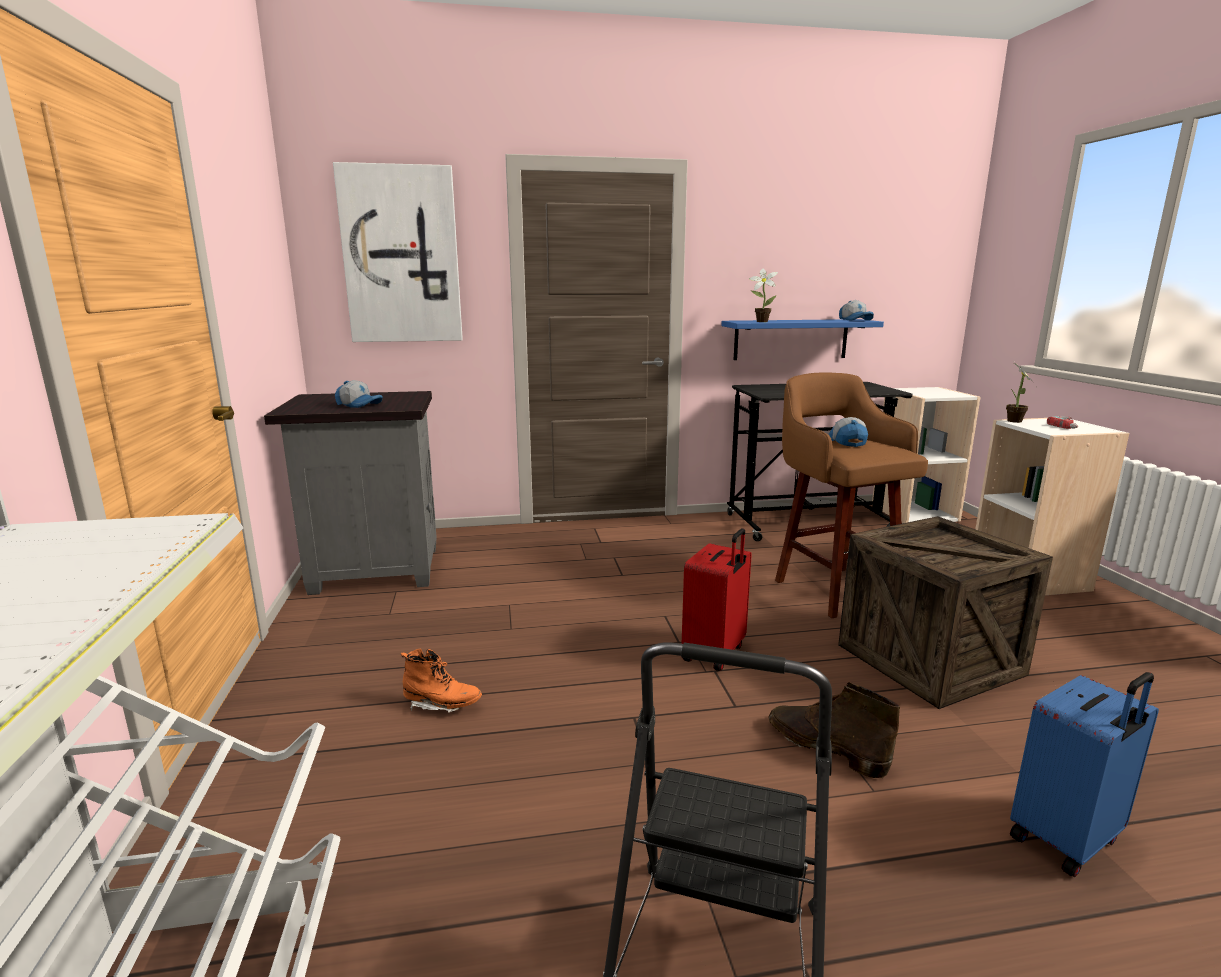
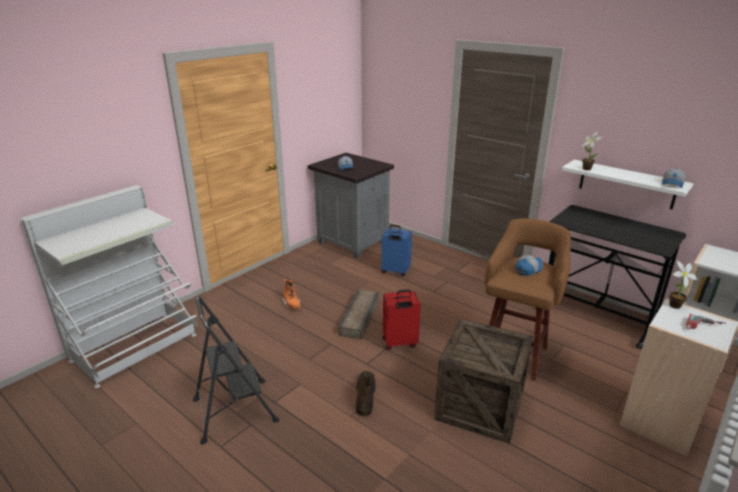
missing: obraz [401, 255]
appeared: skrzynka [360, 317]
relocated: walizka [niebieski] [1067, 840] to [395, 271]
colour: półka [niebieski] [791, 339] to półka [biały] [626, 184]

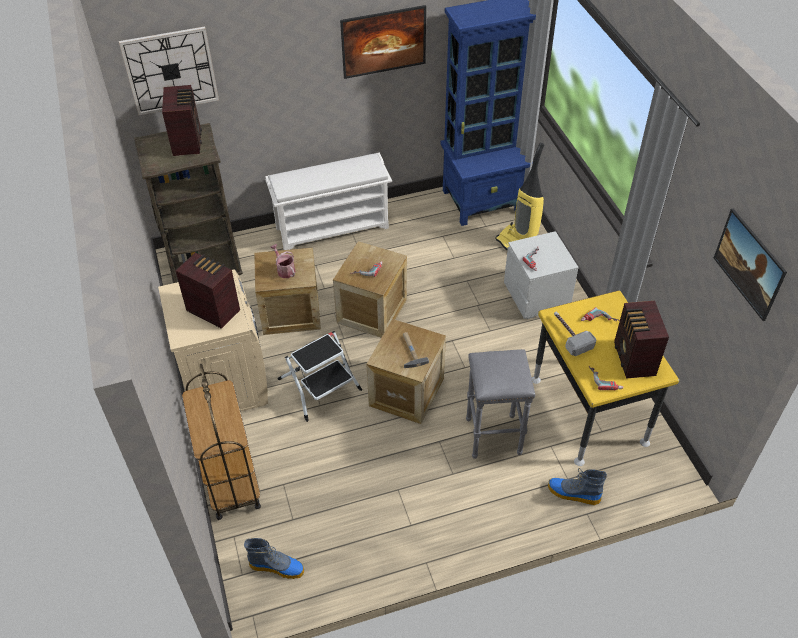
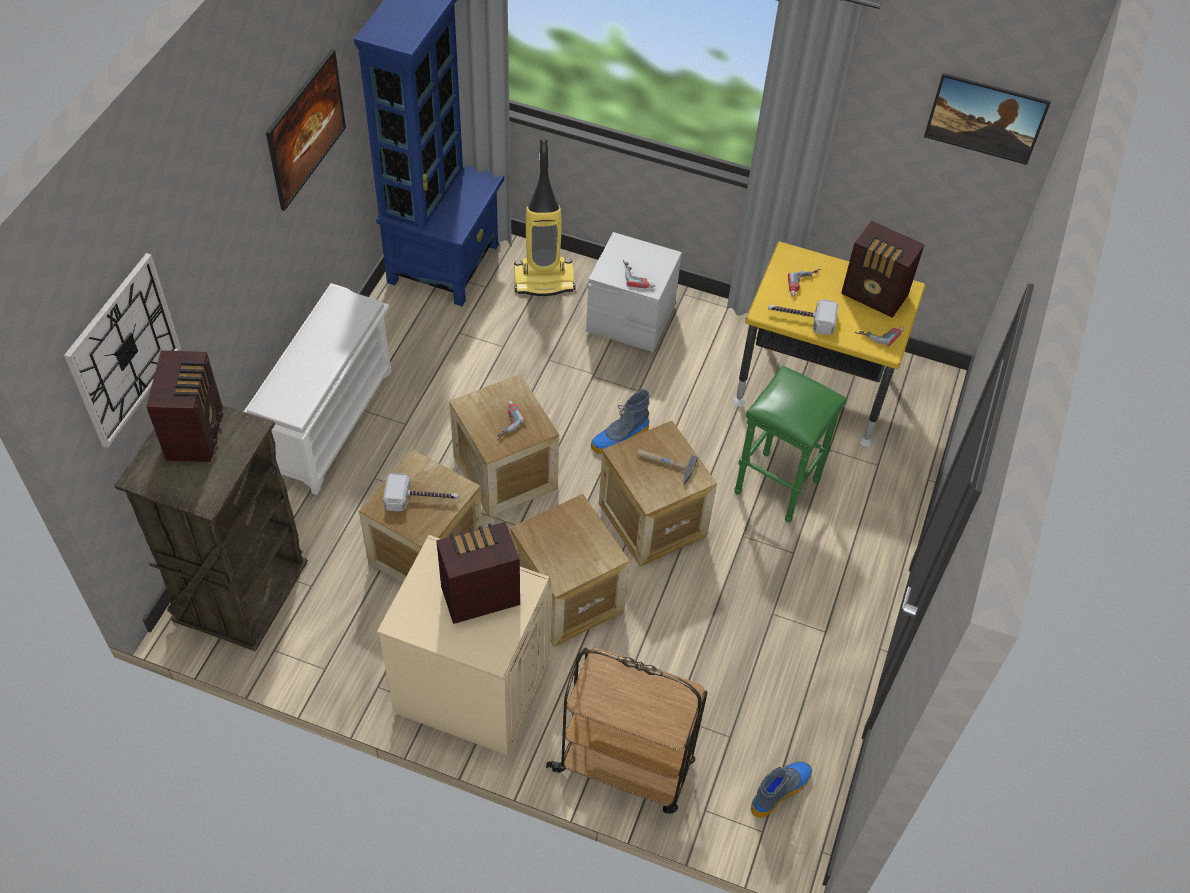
relocated: but z cholewką [573, 493] to [620, 438]
exchanged: konewka [284, 270] to młotek [422, 499]; drabinka [318, 386] to skrzynka [567, 595]
colour: stołek [szary] [492, 435] to stołek [zielony] [774, 486]
spun: radio [187, 141] = [197, 432] 60 degrees clockwise

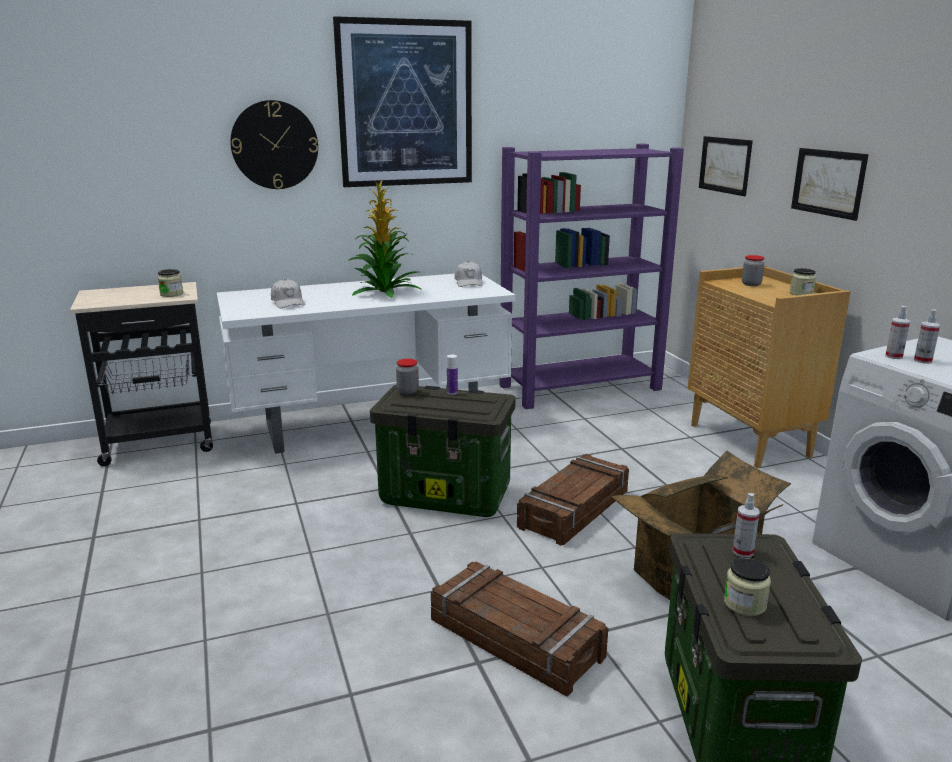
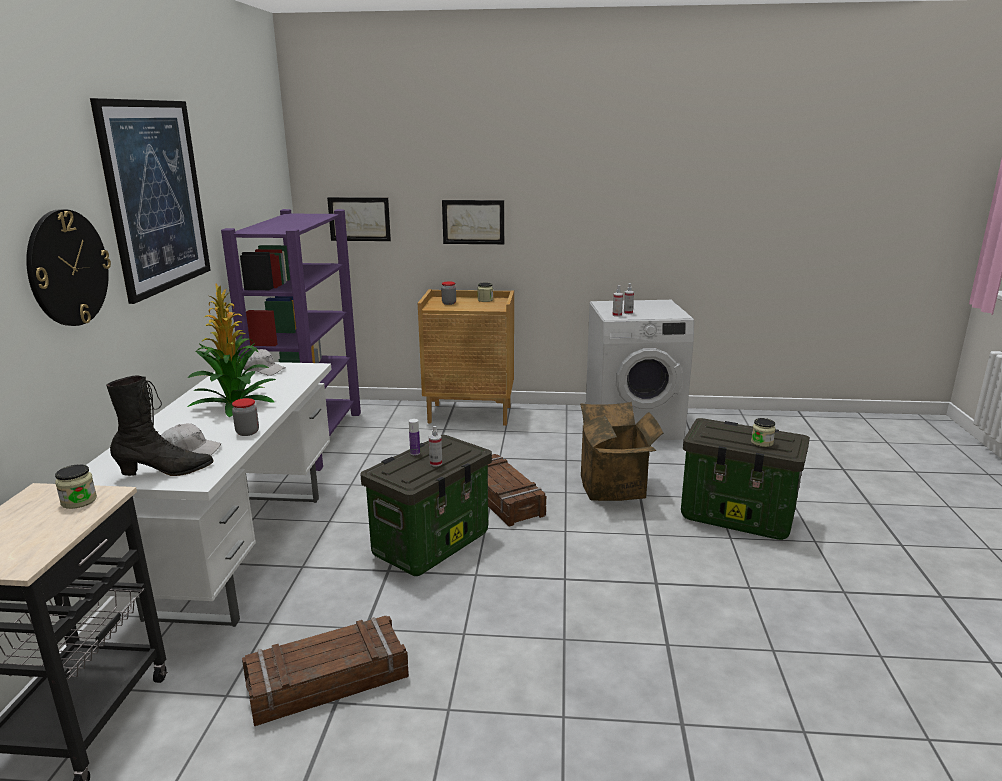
appeared: but z cholewką [czarny] [166, 472]
relocated: słoik [408, 391] to [247, 432]; spryskiwacz [742, 551] to [436, 463]; skrzynka [516, 638] to [327, 680]

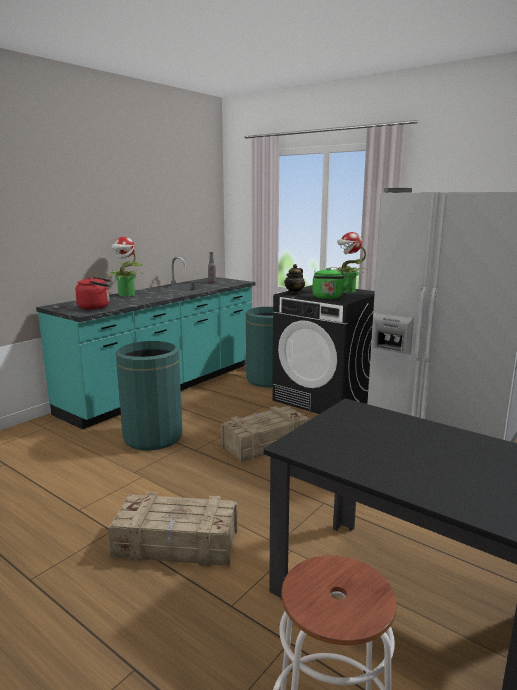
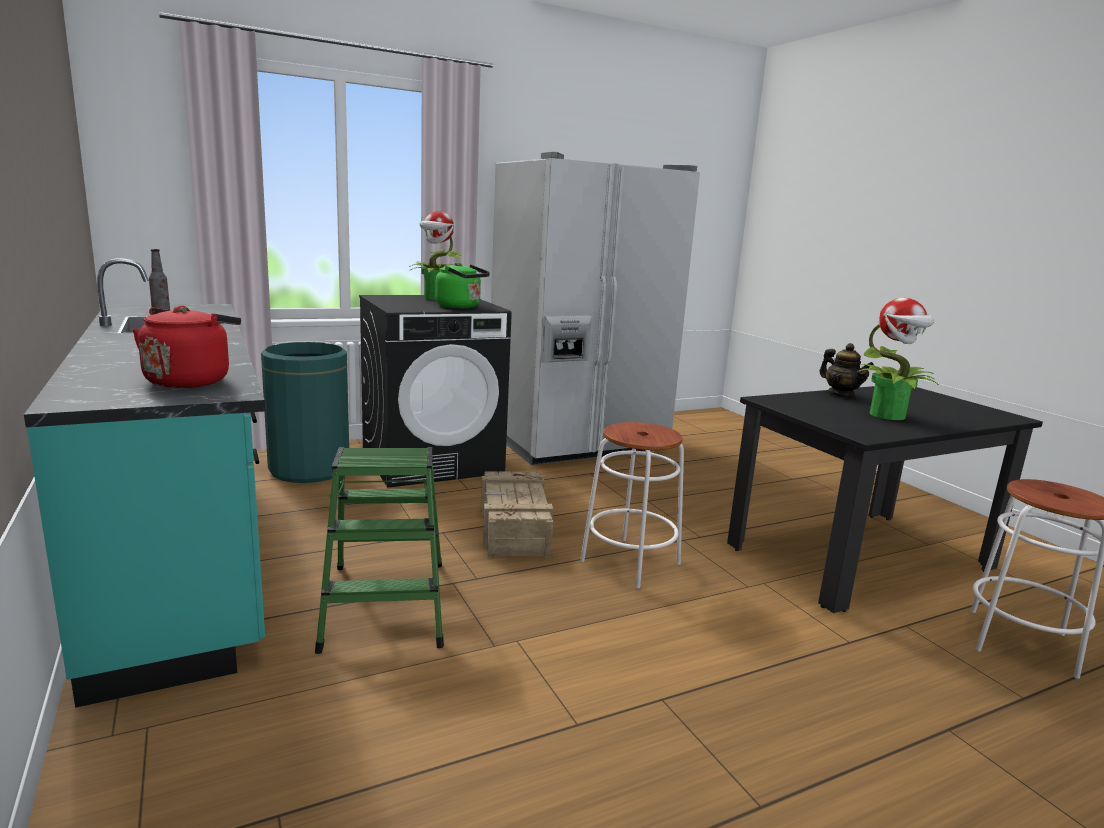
missing: skrzynka [177, 544]
appeared: stołek [biały] [630, 562]
relocated: roślina doniczkowa [126, 294] to [888, 415]; imbryk [294, 293] to [841, 395]
exchanged: kosz na śmieci [zielony] [153, 437] to drabinka [zielony] [385, 603]

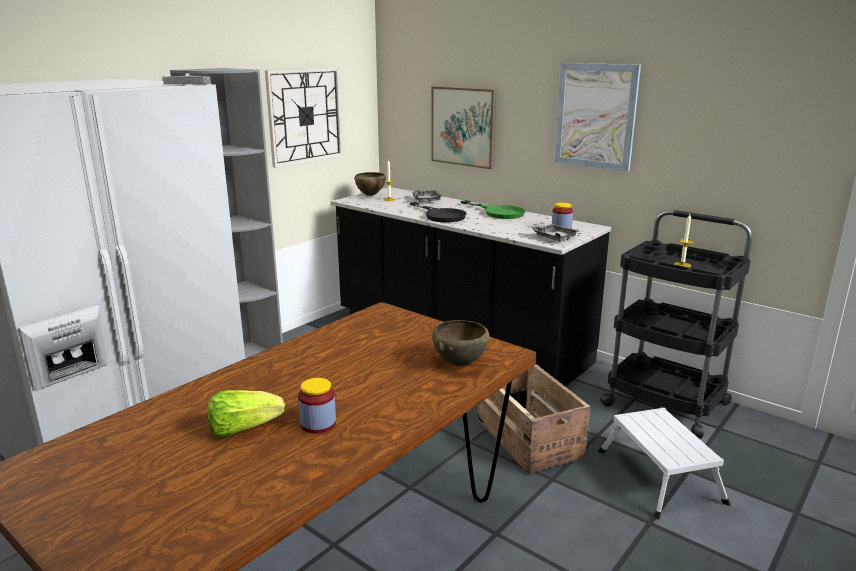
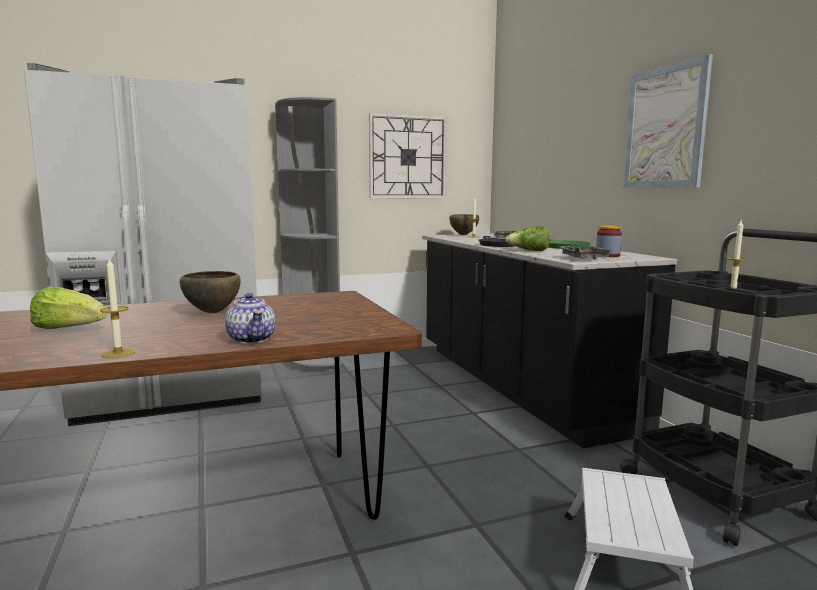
missing: obraz [464, 126]; skrzynka [528, 437]; słoik [318, 424]
appeared: sałata [529, 251]; świeca [118, 353]; imbryk [252, 339]
relocated: miska [brązowy] [460, 364] to [213, 312]

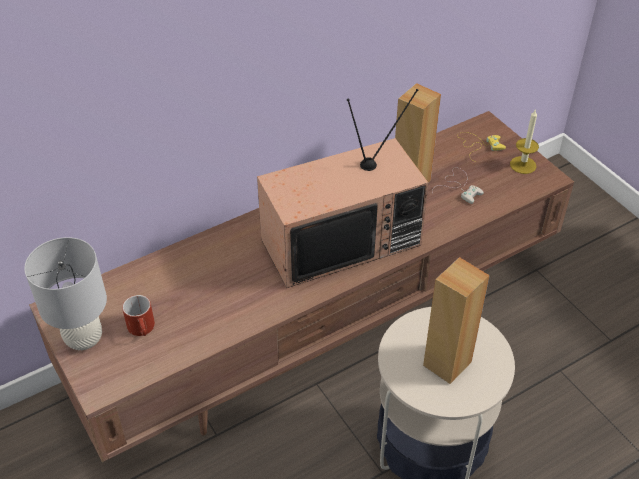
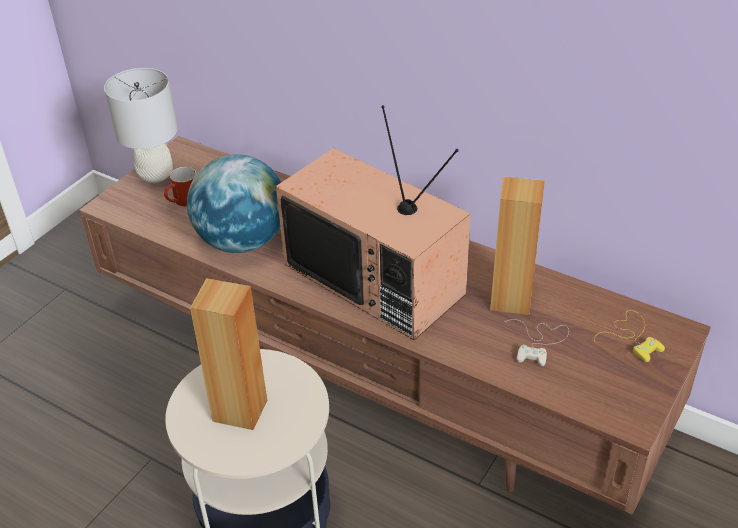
missing: świeca [523, 165]
appeared: globus [242, 241]

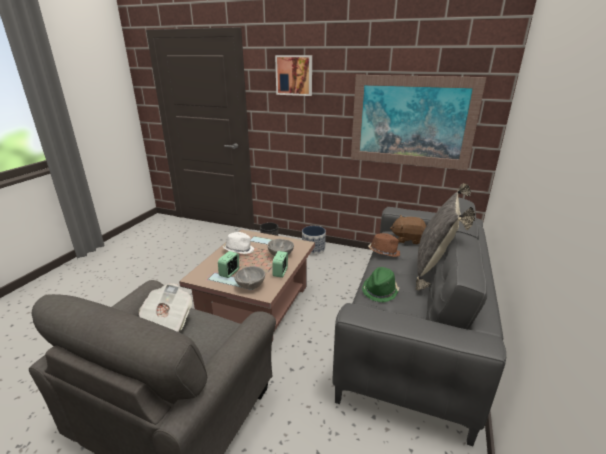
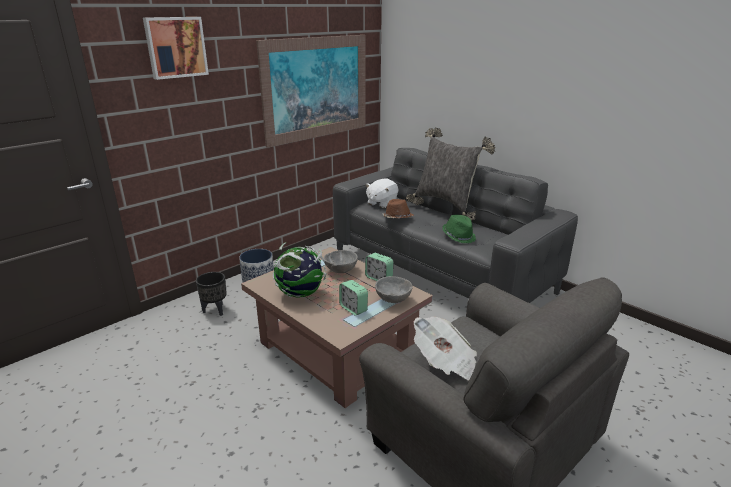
exchanged: kapelusz [biały] [238, 250] to globus [300, 294]
colour: pluszak [brązowy] [407, 239] to pluszak [biały] [381, 203]

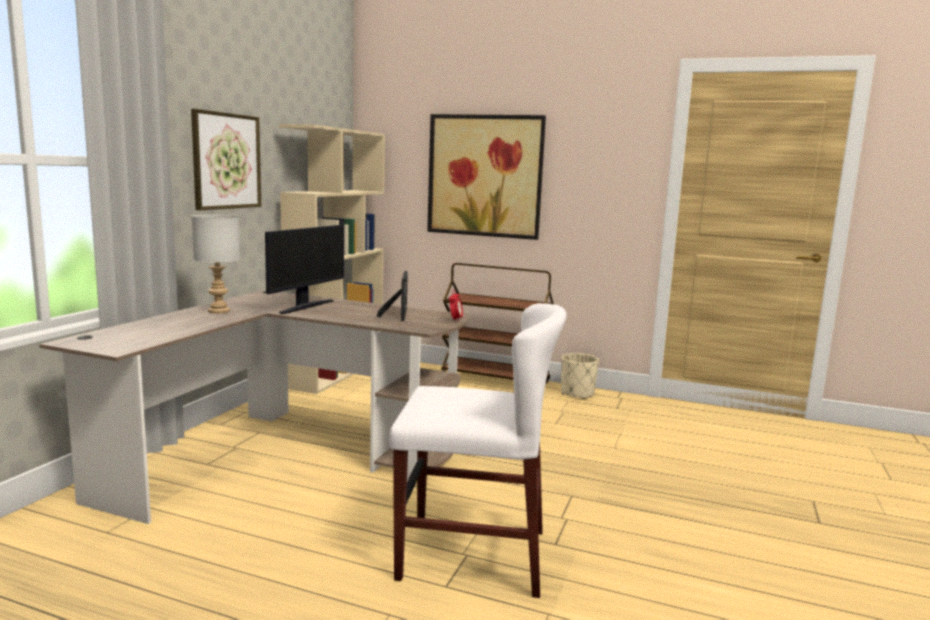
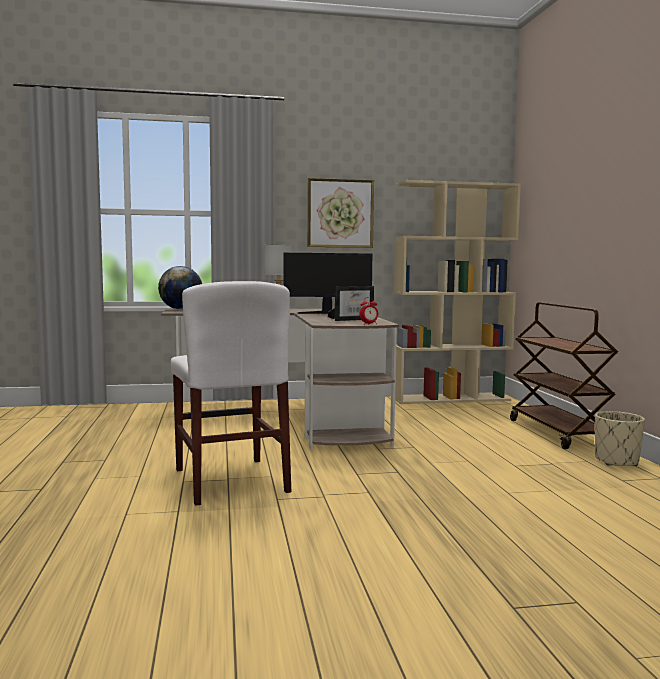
missing: obraz [485, 176]
appeared: globus [181, 309]

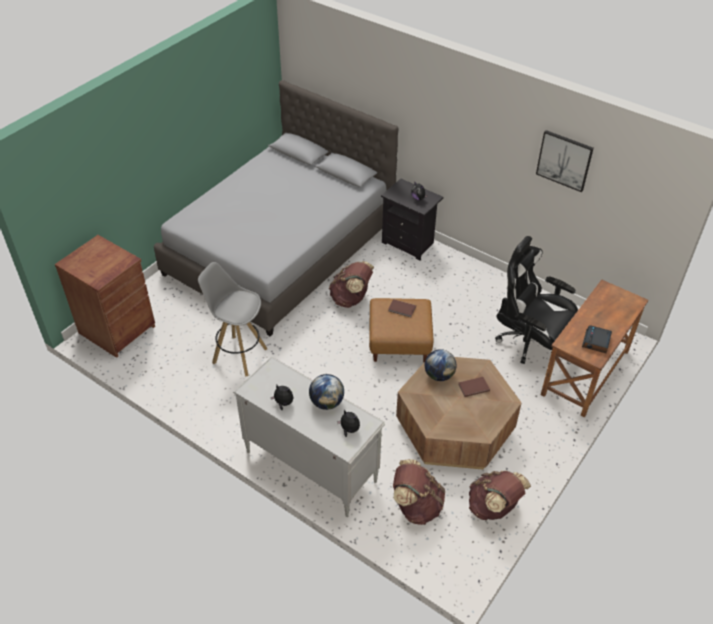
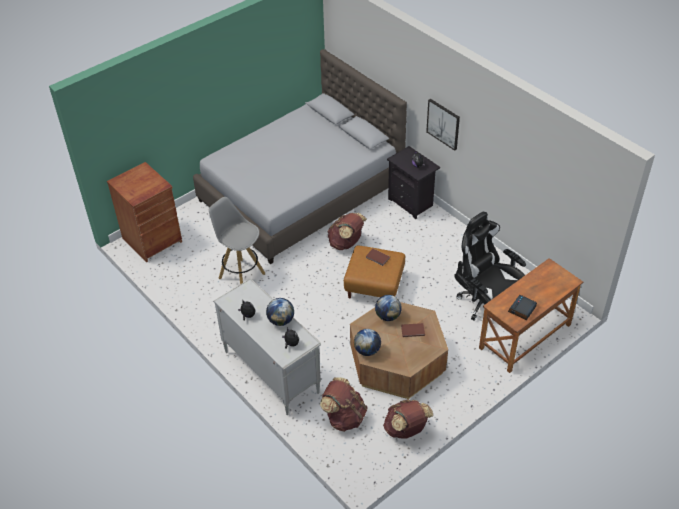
appeared: globus [367, 350]
relocated: obraz [564, 160] to [443, 124]

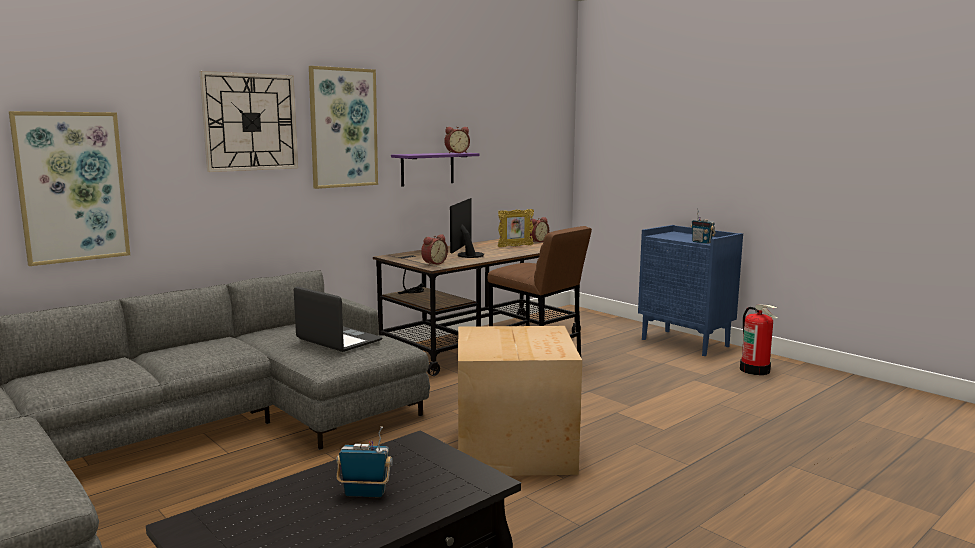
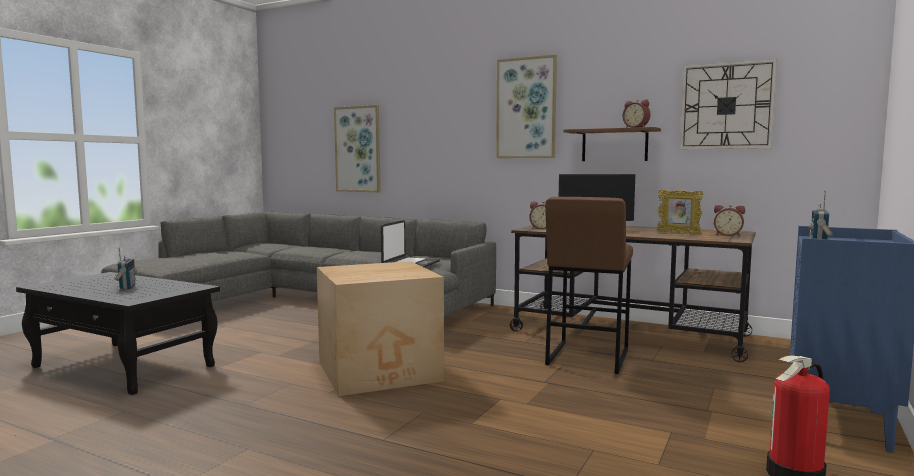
relocated: zegar ścienny [250, 122] to [726, 106]
colour: półka [fioletowy] [427, 169] to półka [brązowy] [614, 145]

